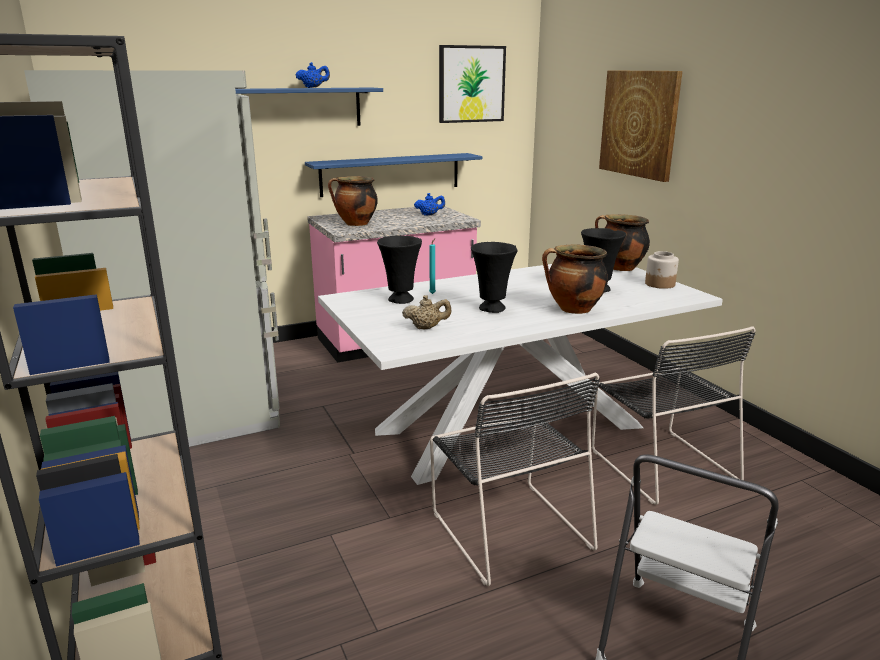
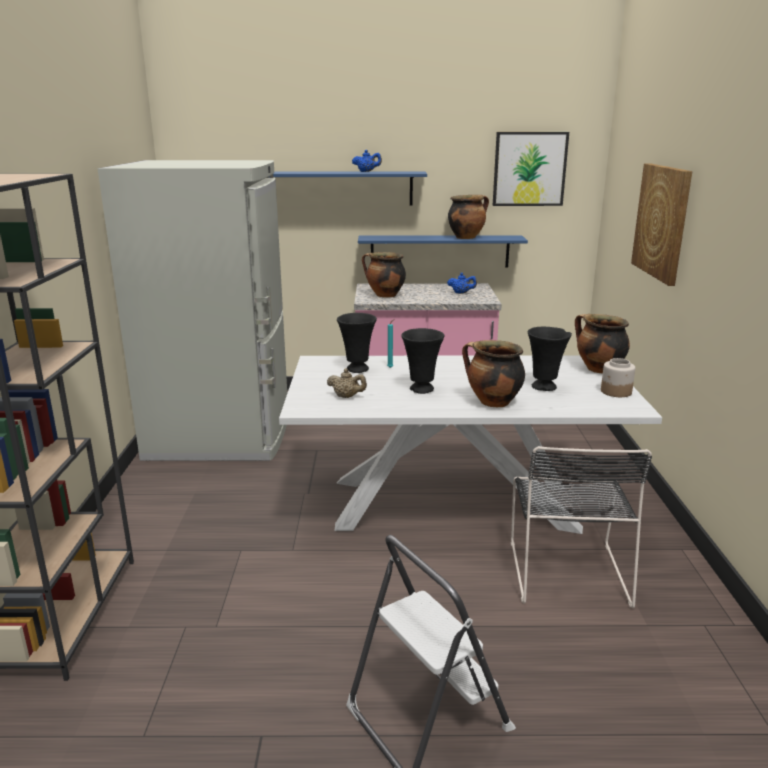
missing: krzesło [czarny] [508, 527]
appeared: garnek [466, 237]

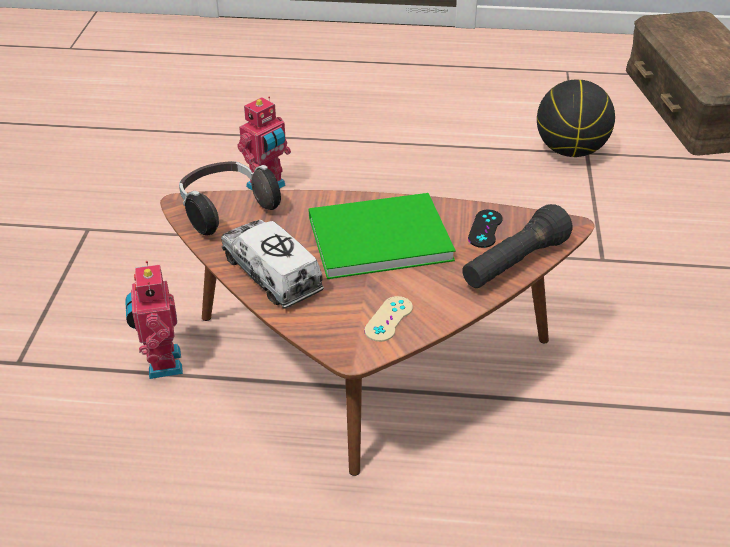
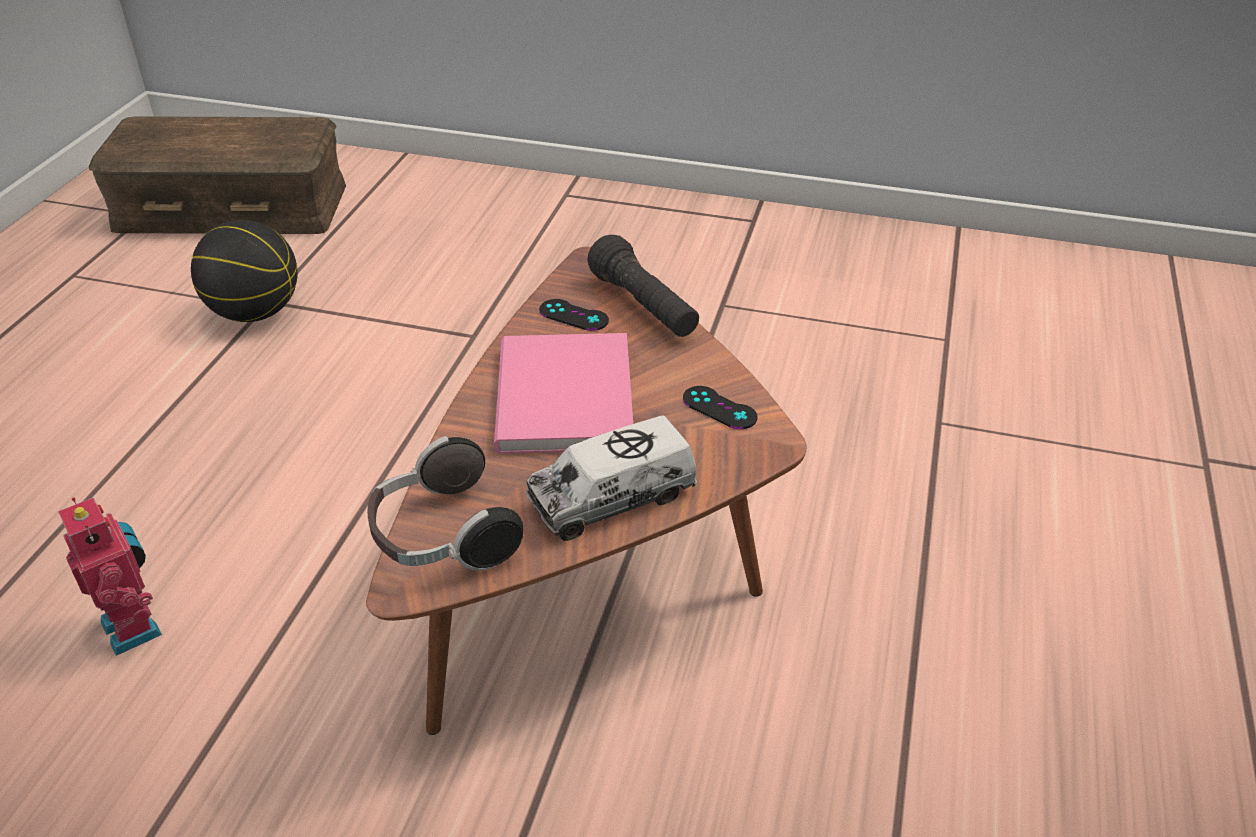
missing: robot zabawkowy [161, 364]
colour: książka [zielony] [374, 237] to książka [różowy] [560, 400]; pad do gier [beżowy] [388, 319] to pad do gier [czarny] [719, 408]

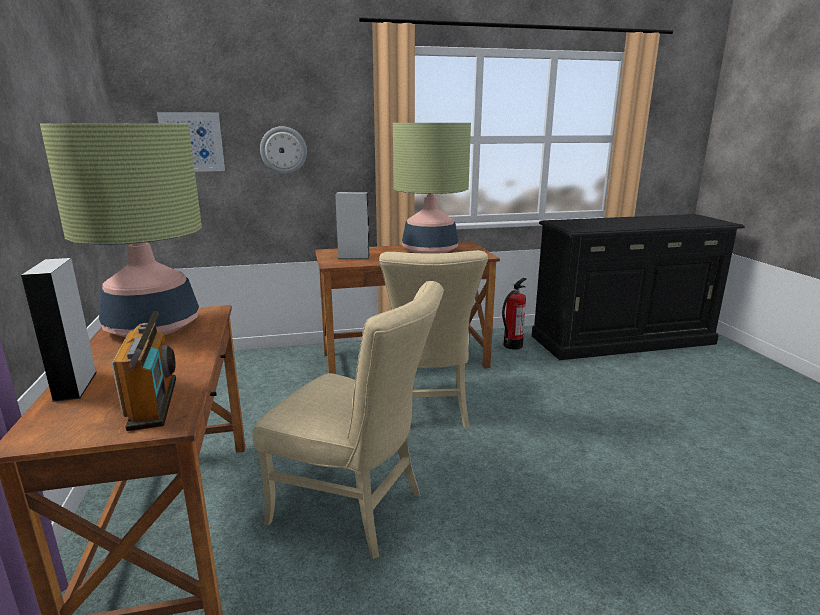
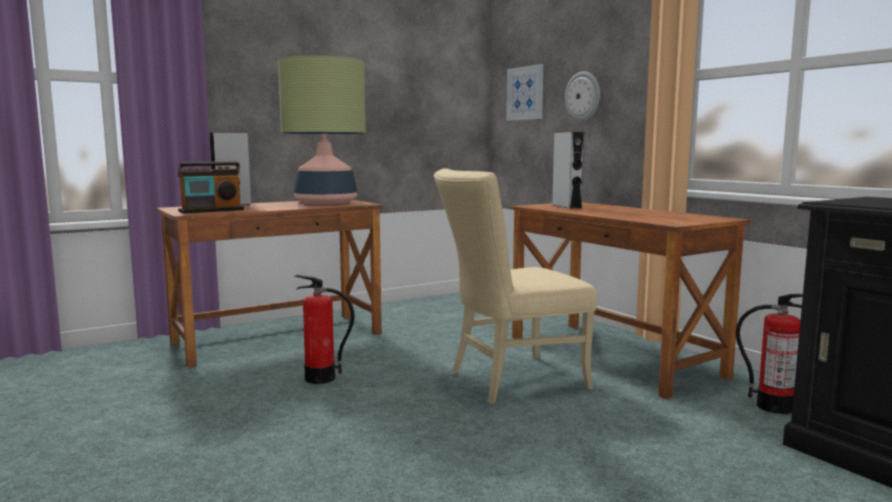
missing: lampa stołowa [429, 250]
exchanged: krzesło [beżowy] [356, 508] to gaśnica [320, 378]

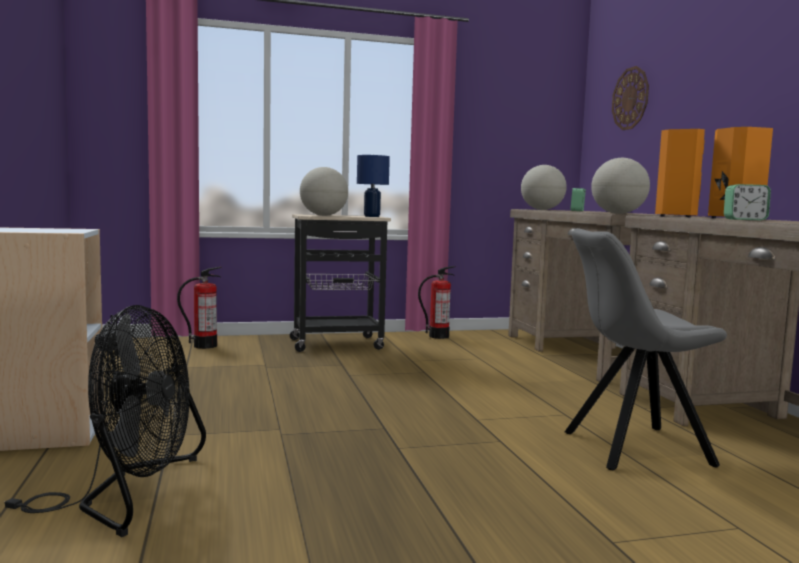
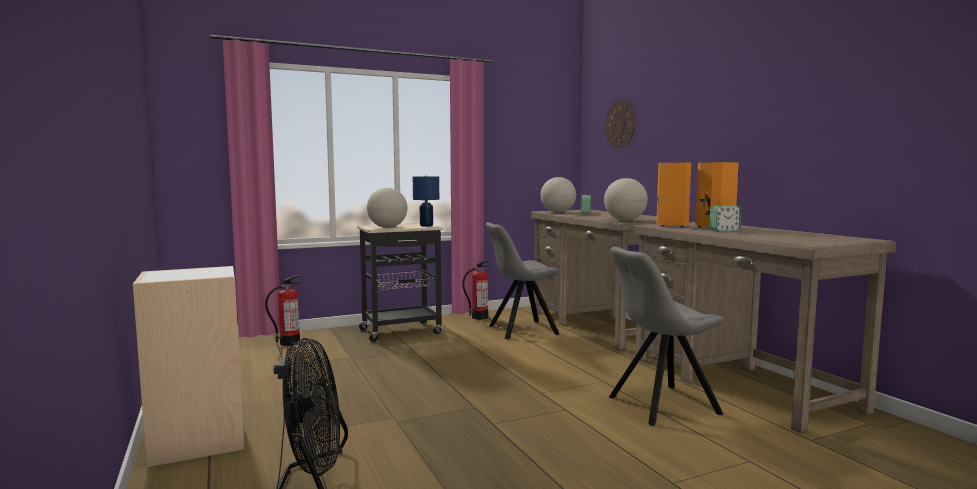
appeared: krzesło [szary] [522, 330]

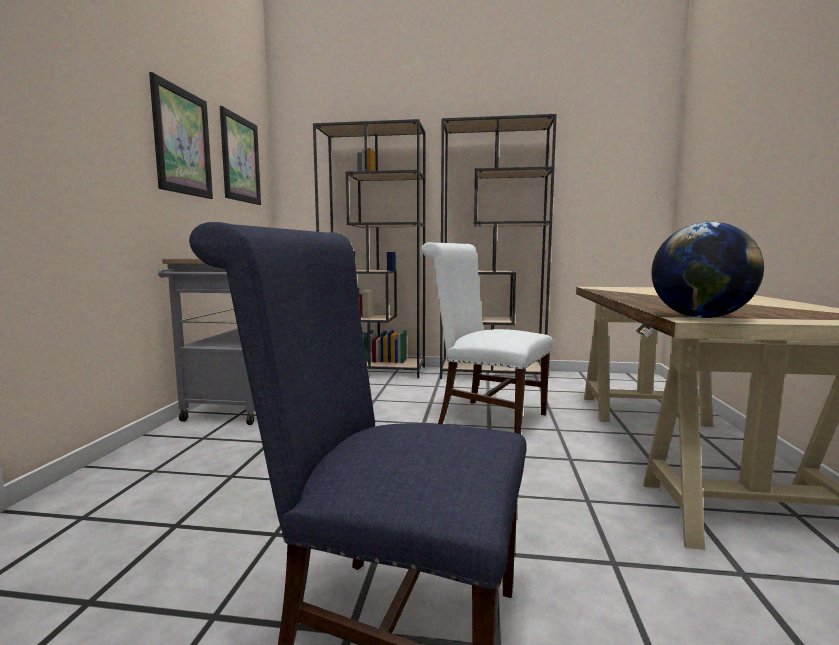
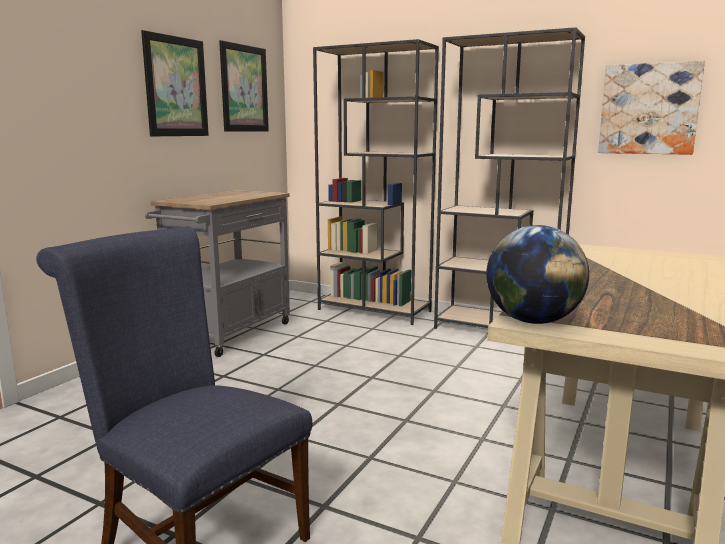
missing: krzesło [biały] [485, 418]
appeared: obraz [649, 109]

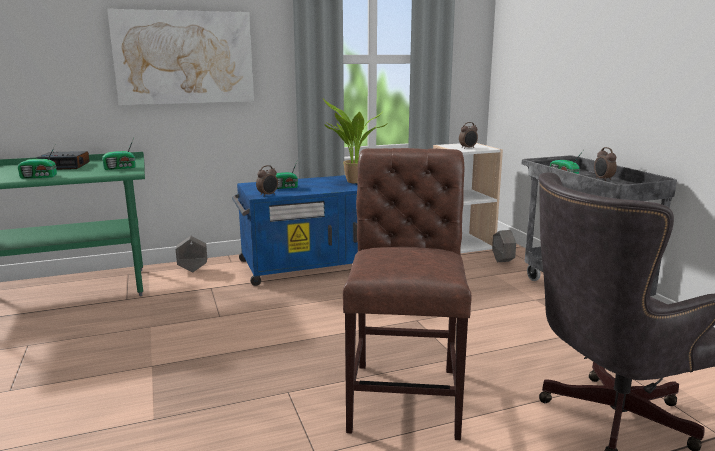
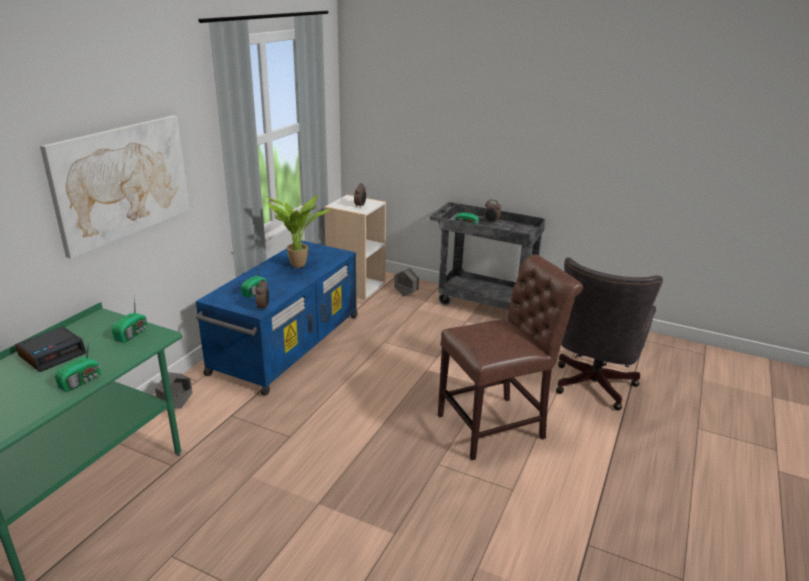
spun: krzesło [brązowy] [405, 393] = [496, 426] 105 degrees clockwise

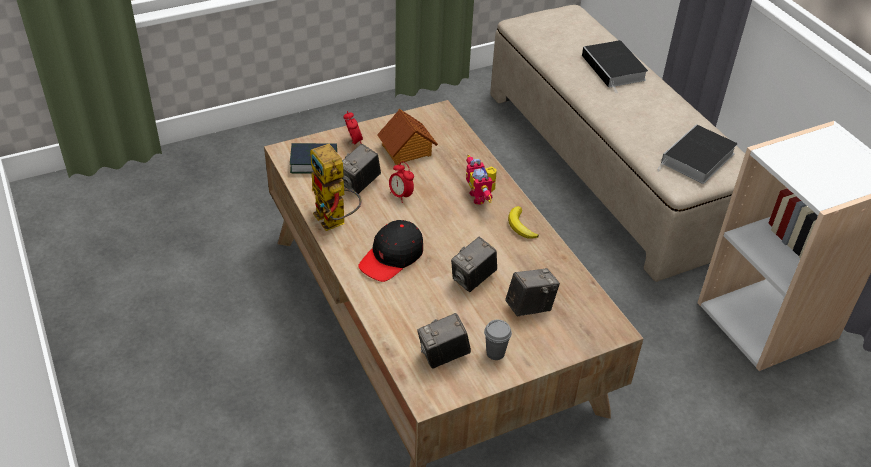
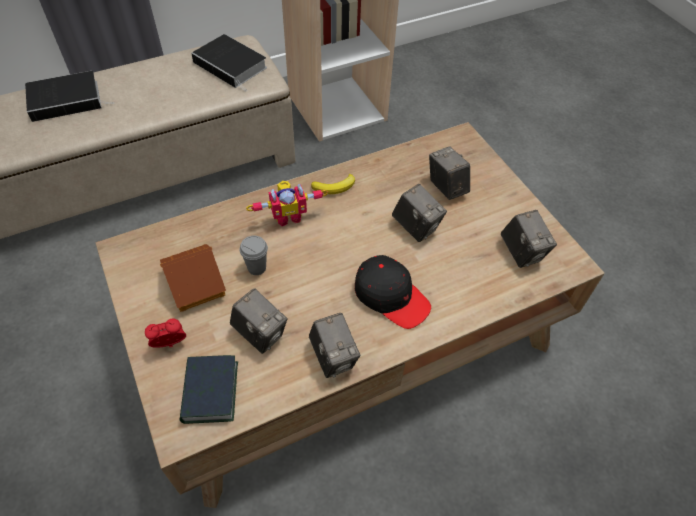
missing: budzik [401, 196]
relocated: filiżanka [szary] [495, 353] to [257, 268]
exchanged: robot zabawkowy [335, 222] to aparat fotograficzny [333, 357]

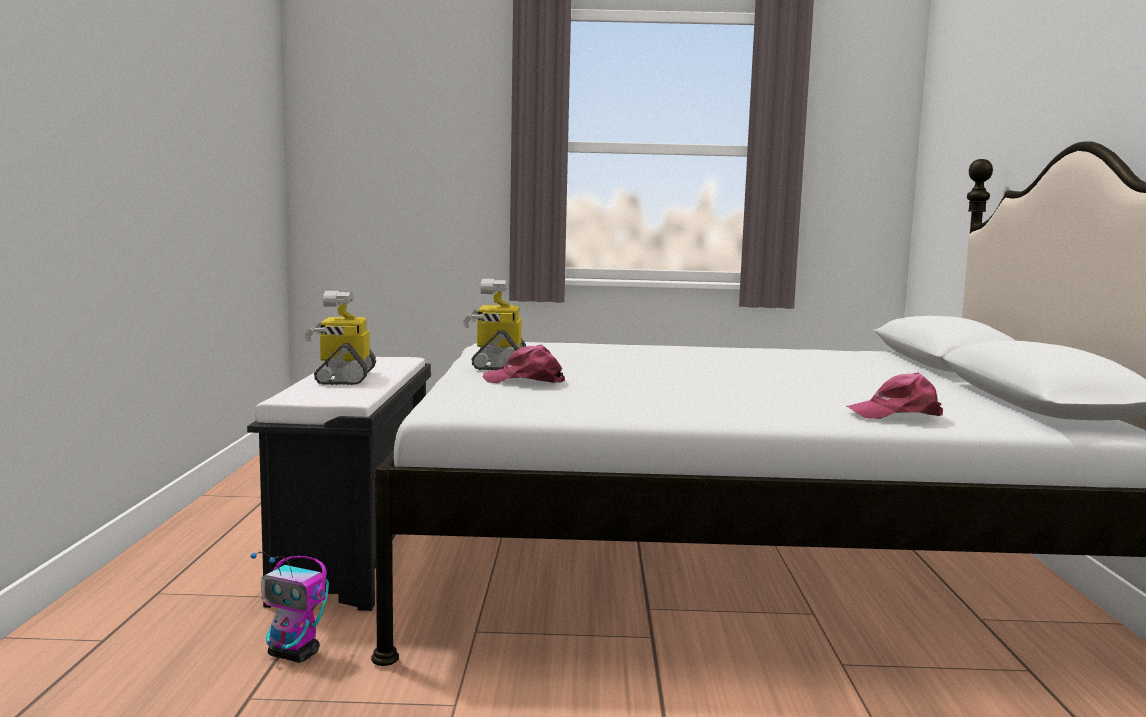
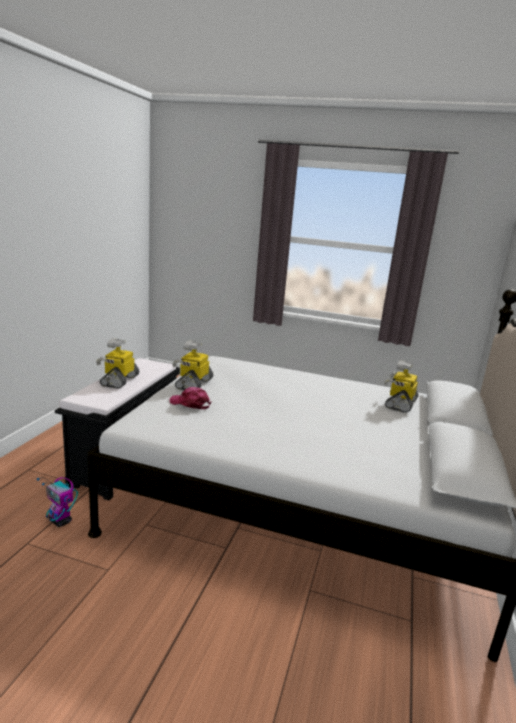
missing: czapka z daszkiem [różowy] [896, 414]
appeared: robot zabawkowy [400, 403]

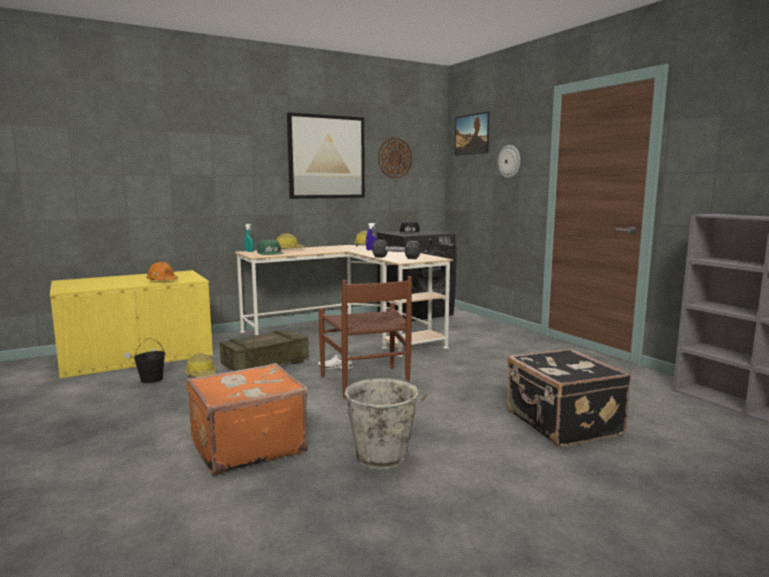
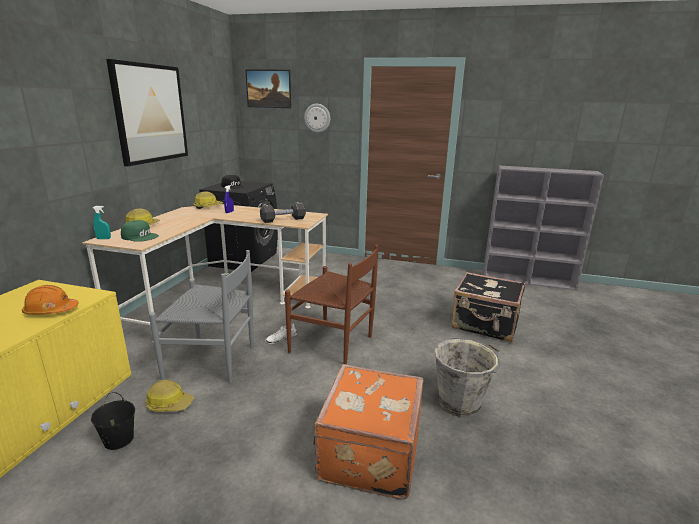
missing: zegar ścienny [394, 158]
exchanged: skrzynka [265, 364] to krzesło [szary] [212, 361]

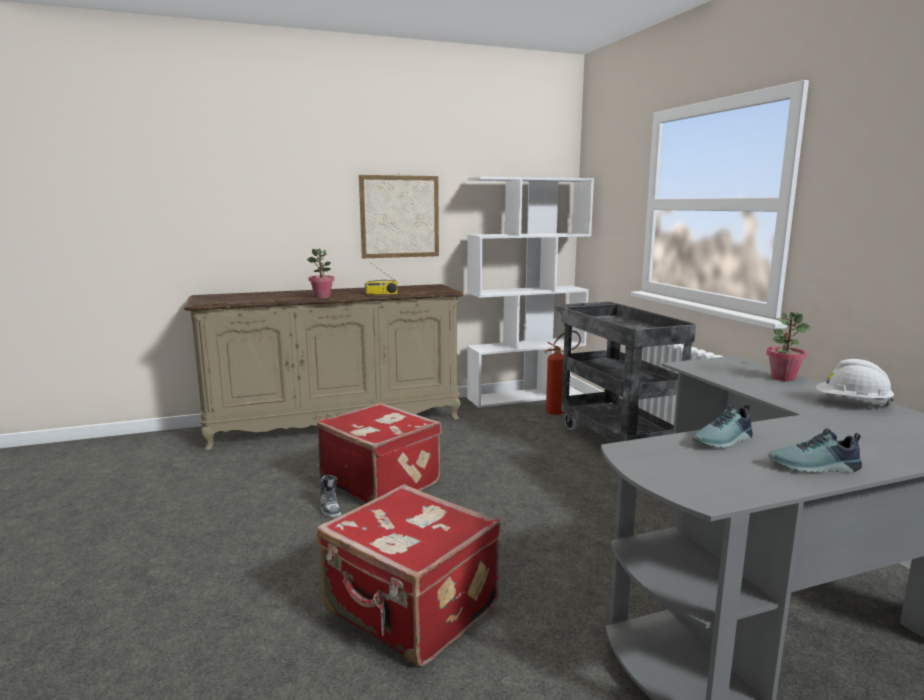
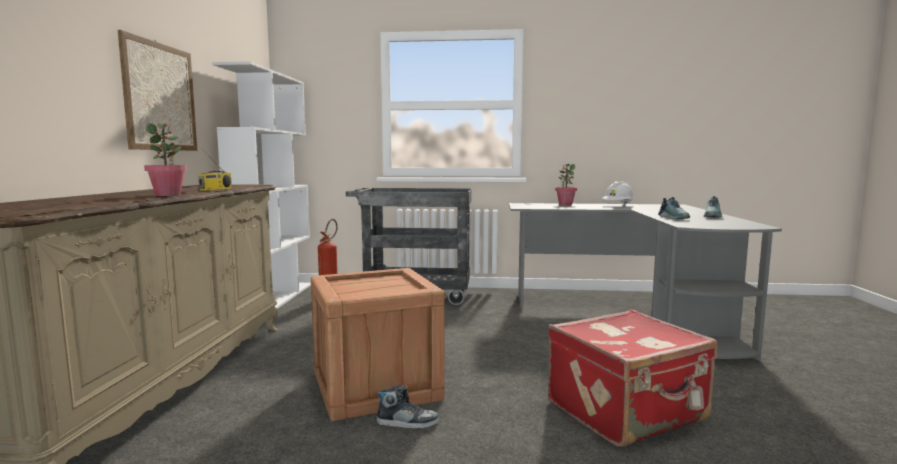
exchanged: walizka [czerwony] [381, 481] to skrzynka [376, 386]

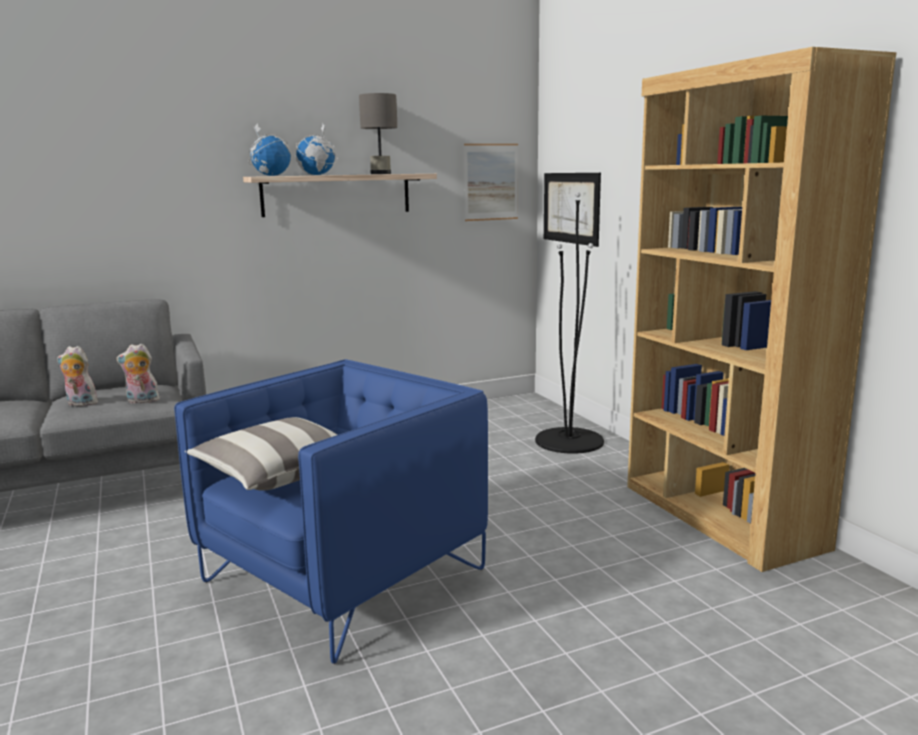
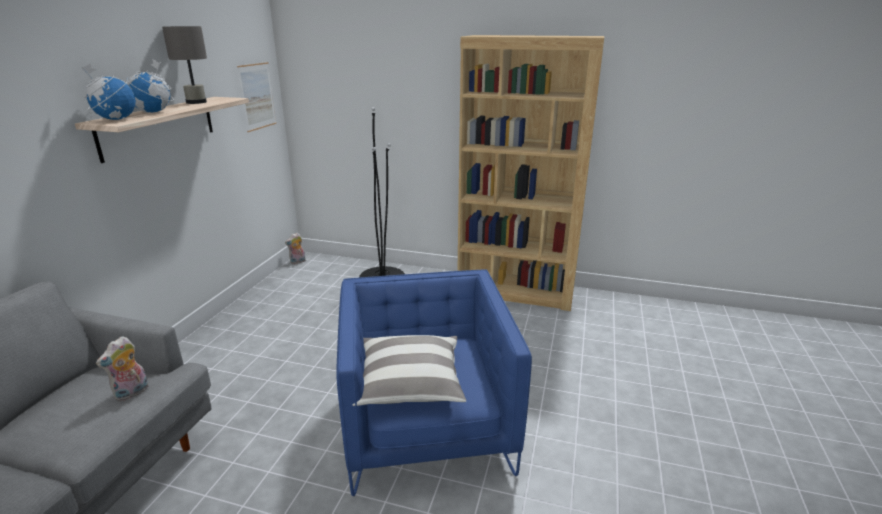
missing: obraz [571, 208]
relocated: pluszak [80, 404] to [297, 262]

